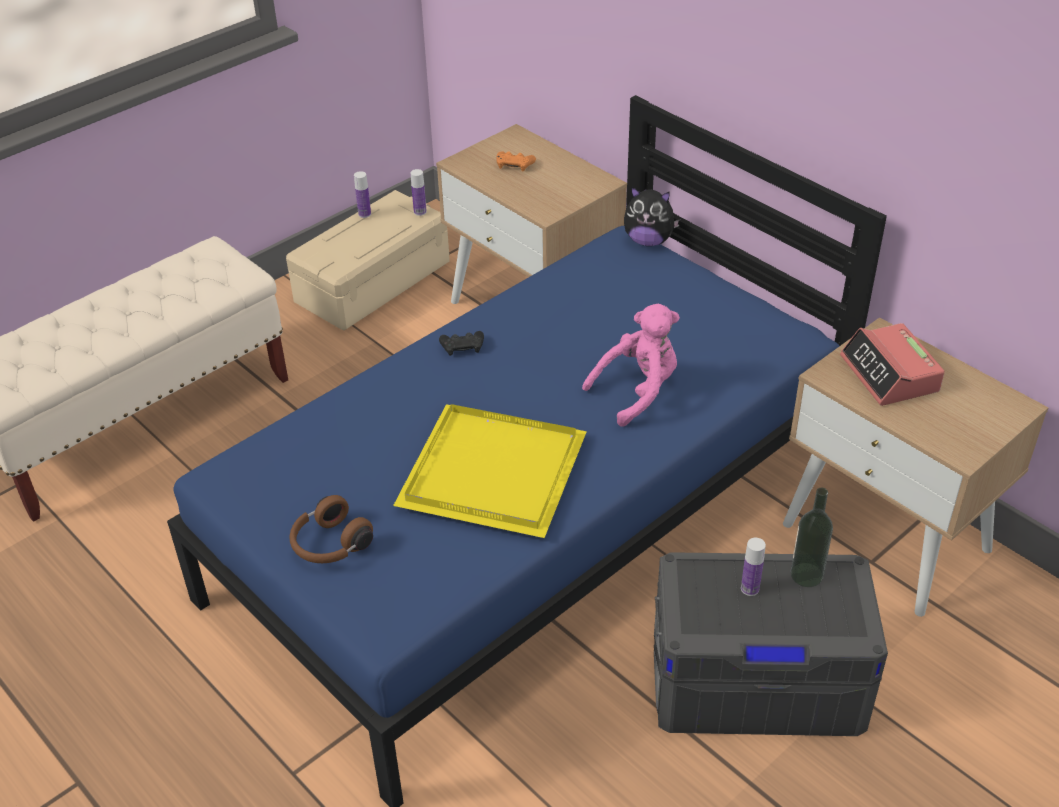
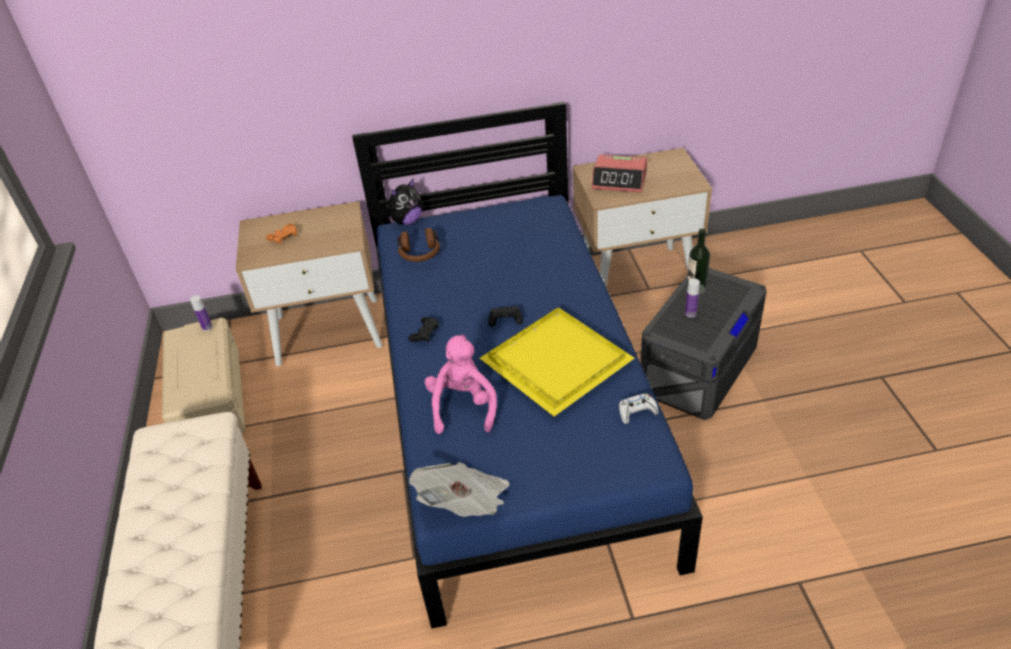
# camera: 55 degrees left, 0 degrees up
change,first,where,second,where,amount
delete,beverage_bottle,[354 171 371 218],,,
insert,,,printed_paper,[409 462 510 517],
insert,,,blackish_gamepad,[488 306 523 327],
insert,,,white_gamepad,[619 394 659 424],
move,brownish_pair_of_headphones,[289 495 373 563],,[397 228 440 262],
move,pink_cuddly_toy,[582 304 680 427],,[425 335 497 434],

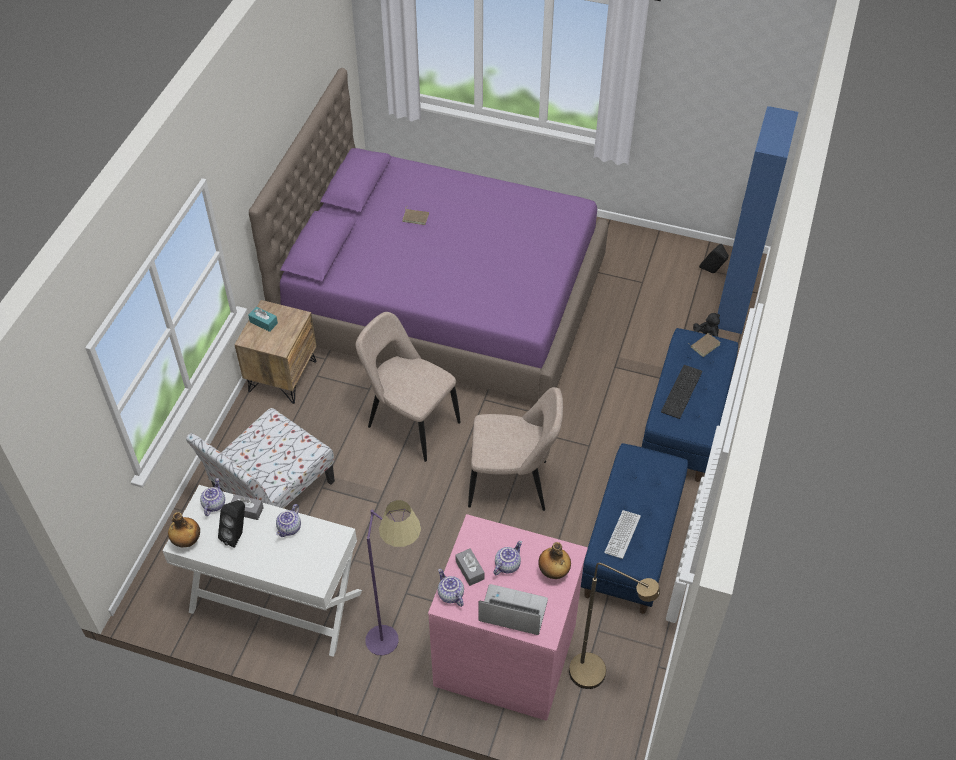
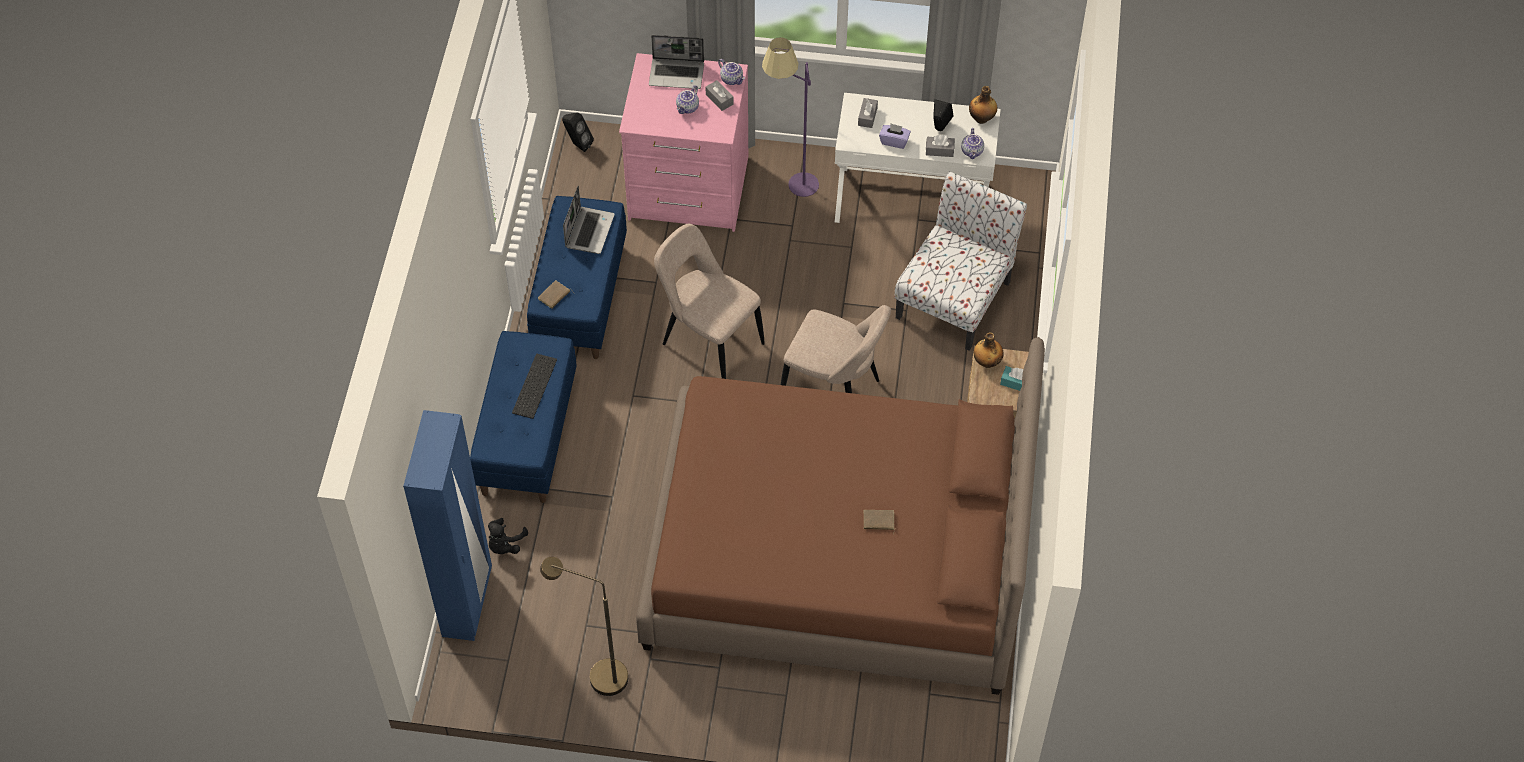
# camera: 170 degrees right, 5 degrees up
change,first,where,second,where,amount
insert,,,grey_box_of_tissues,[858 98 878 128],
move,beverage_bottle,[538 542 571 579],,[973 332 1004 368],
move,brownish_standard_lamp,[569 563 660 689],,[540 557 628 696],
move,brownish_bound_book,[687 333 720 357],,[538 280 575 309],
move,blackish_audio_speaker,[699 244 729 273],,[562 112 594 152],
replace,teapot,[276 504 301 537],purple_box_of_tissues,[879 123 911 149],
replace,keyboard,[604 510 641 559],laptop,[563 186 615 254],
recolor,purple_bedroom_bed,[249 68 608 401],brownish_bedroom_bed,[636 337 1045 695],
rotate,beige-coloured_chair,[468 387 563 511],,[654 224 765 379],45 degrees clockwise

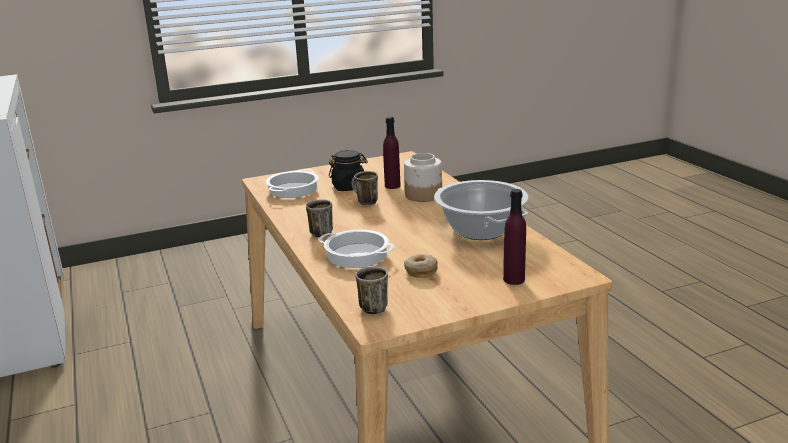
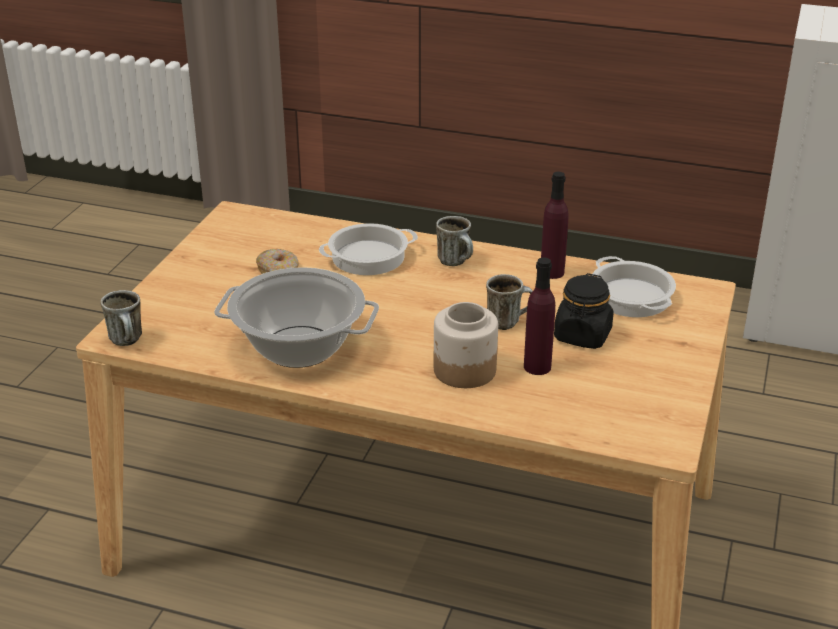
# camera: 130 degrees right, 10 degrees up
change,first,where,second,where,amount
move,coffee_mug,[356 266 388 314],,[101 290 142 346],
move,purple_beverage_bottle,[503 189 526 285],,[541 172 569 279],

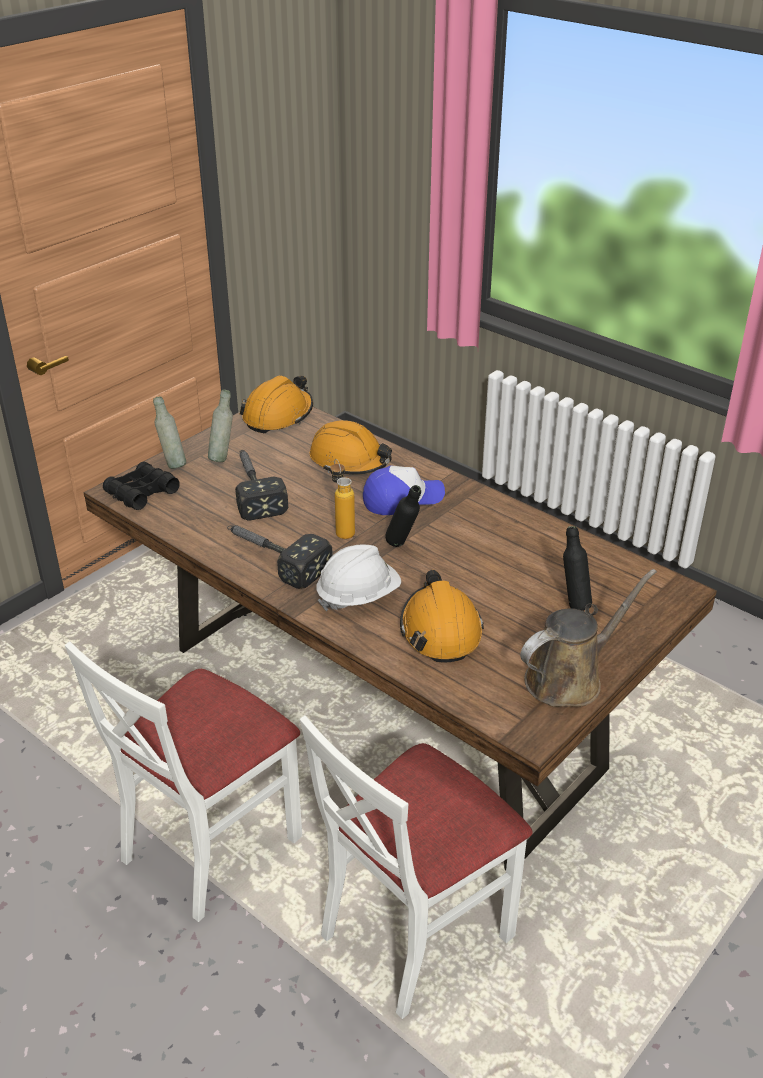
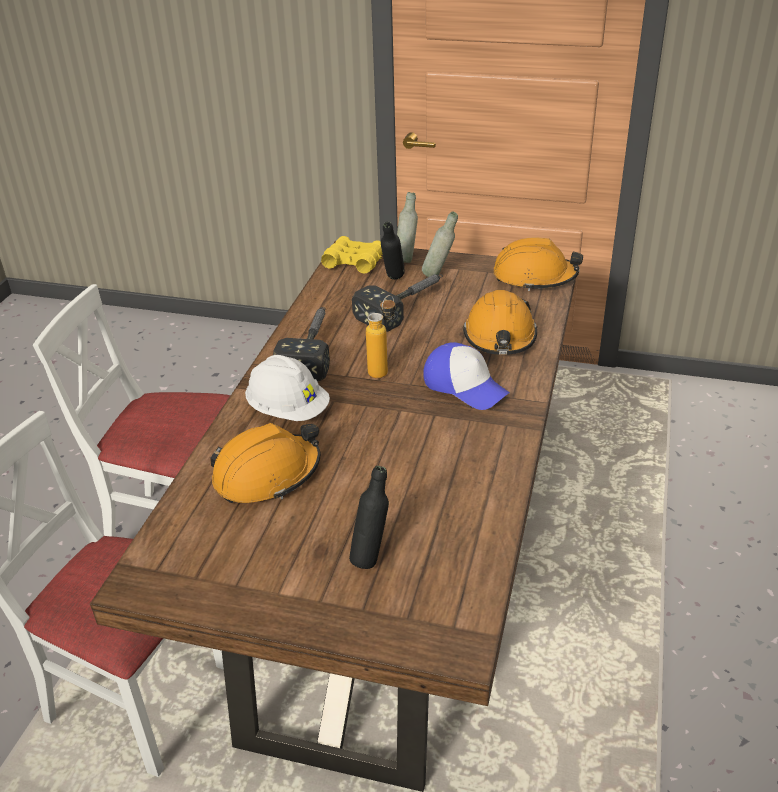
# camera: 65 degrees right, 0 degrees up
change,first,where,second,where,amount
delete,brownish_sprinkling_can,[520 569 657 707],,,
move,blackish_beverage_bottle,[385 485 421 547],,[381 222 405 279],
recolor,blackish_field_glasses,[103 462 180 510],yellowish_field_glasses,[321 236 383 274],

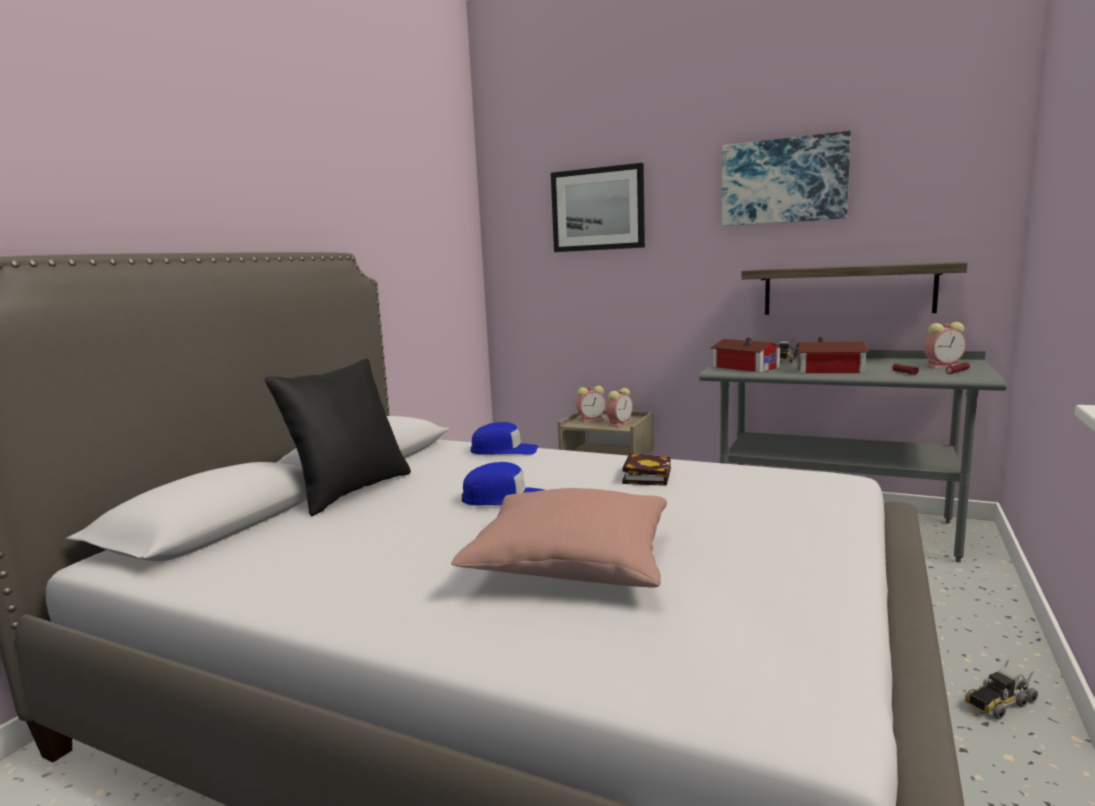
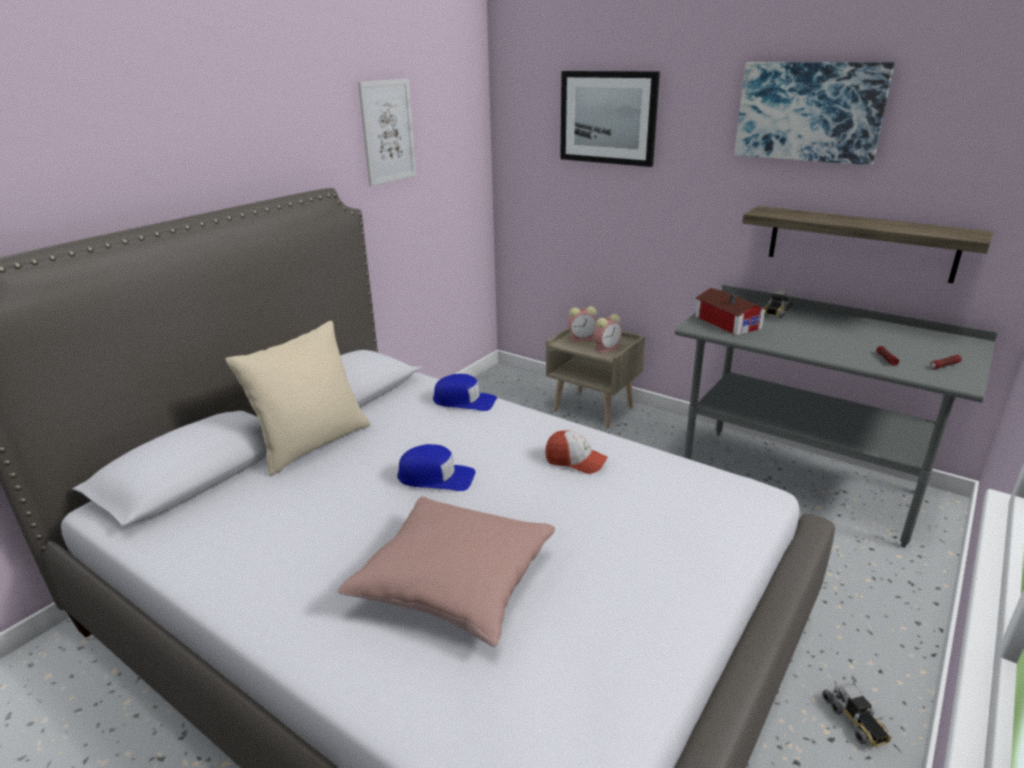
# camera: 10 degrees right, 15 degrees up
change,first,where,second,where,amount
delete,toy_house,[796 337 868 373],,,
delete,alarm_clock,[924 322 966 368],,,
insert,,,picture,[358 78 416 186],
replace,bound_book,[622 453 671 486],peaked_cap,[545 430 608 474],
recolor,blackish_throw_pillow,[264 359 411 516],beige-coloured_throw_pillow,[226 321 370 476],
rotate,model_truck,[965 660 1038 719],,[822 675 892 747],90 degrees counterclockwise

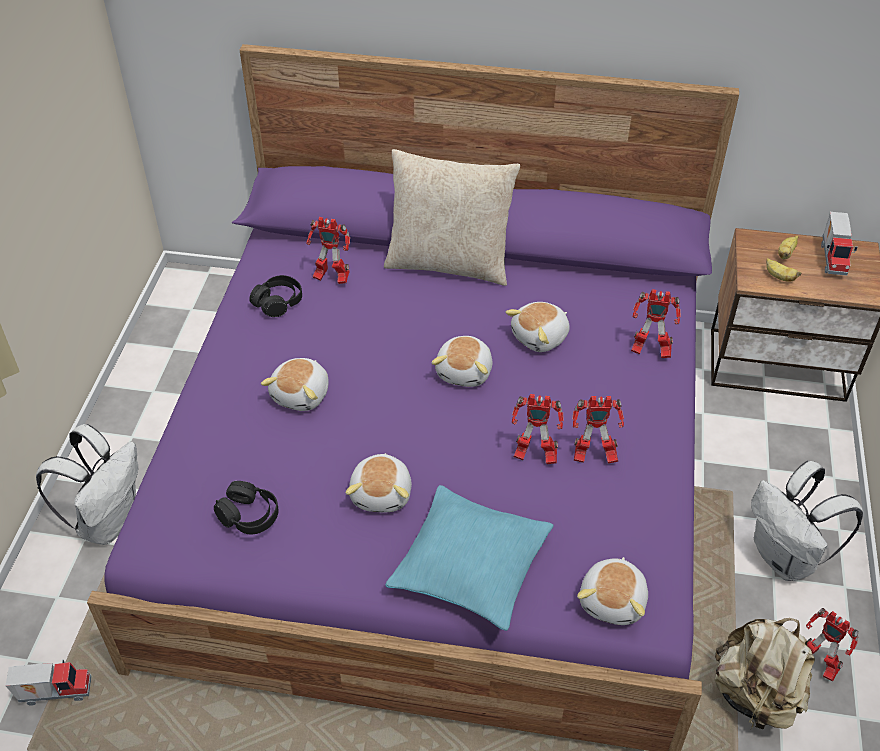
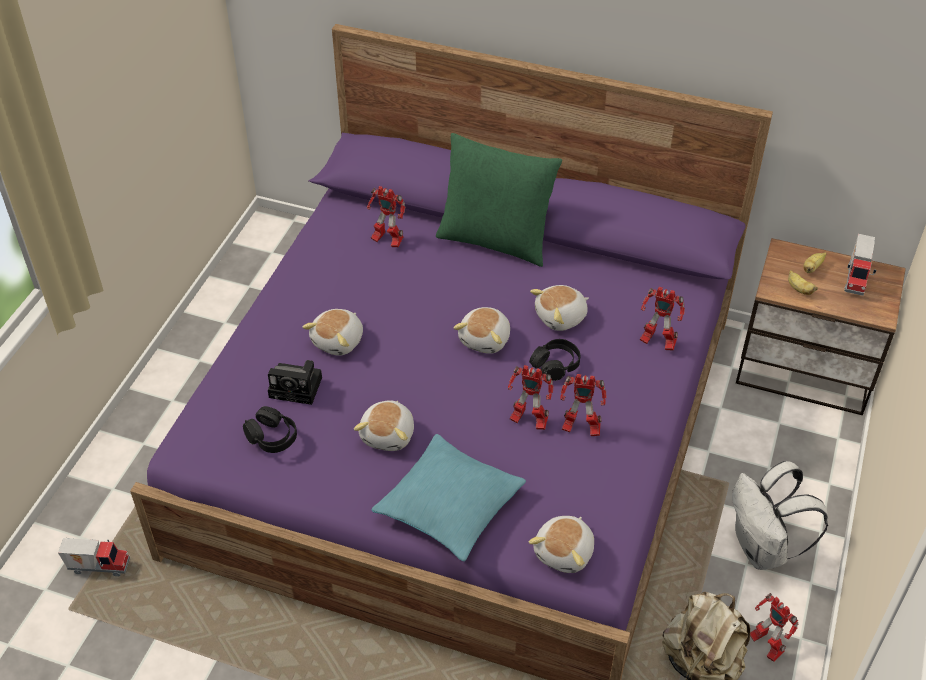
# camera: 10 degrees right, 0 degrees up
change,first,where,second,where,amount
delete,white_rucksack,[36 424 138 545],,,
insert,,,still_camera,[268 360 322 405],
move,blackish_pair_of_headphones,[249 275 302 317],,[529 339 580 381],
recolor,beige-coloured_throw_pillow,[384 149 520 286],greenish_throw_pillow,[436 133 562 267],

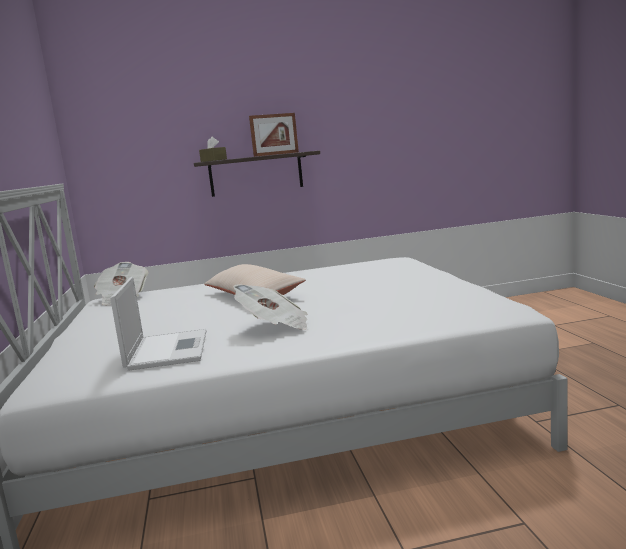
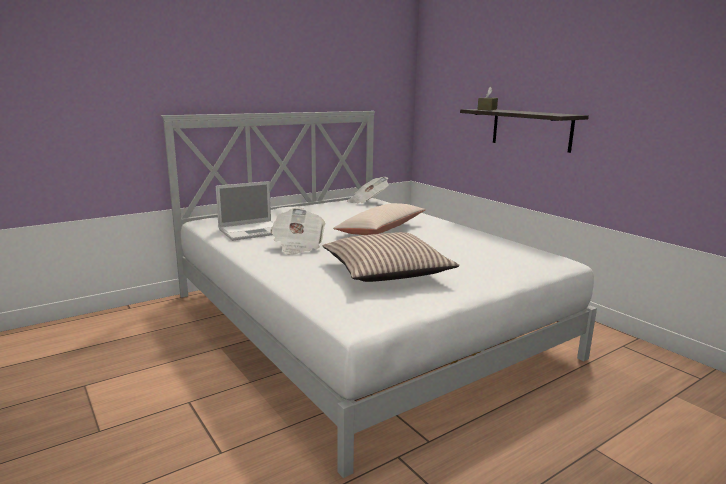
# camera: 65 degrees right, 5 degrees up
change,first,where,second,where,amount
delete,photo_frame,[249 113 299 157],,,
insert,,,throw_pillow,[323 232 459 282],

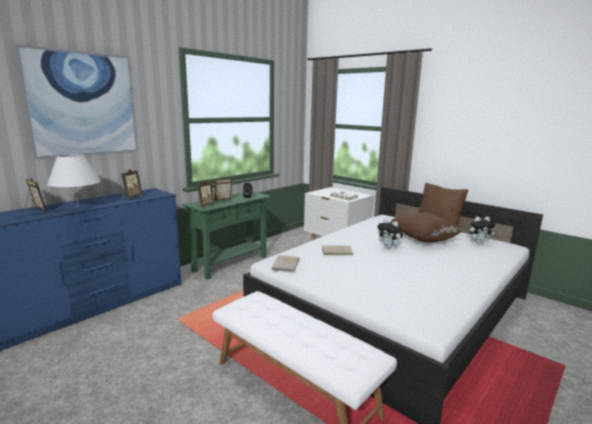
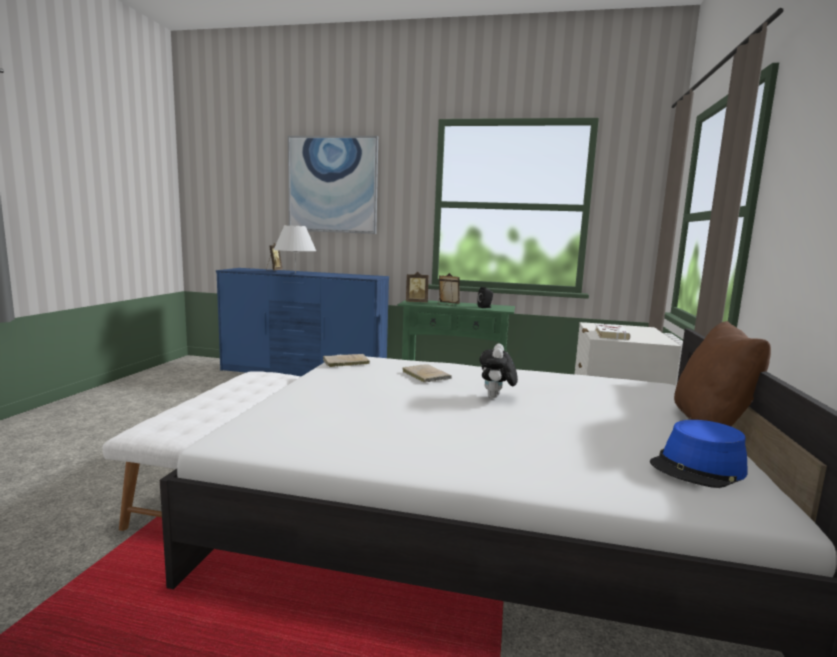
# camera: 60 degrees right, 5 degrees down
change,first,where,second,where,amount
delete,photo_frame,[121 169 143 199],,,
delete,brownish_throw_pillow,[391 213 462 242],,,
replace,cuddly_toy,[470 216 495 243],blue-coloured_wearable_hat,[650 420 748 488],

